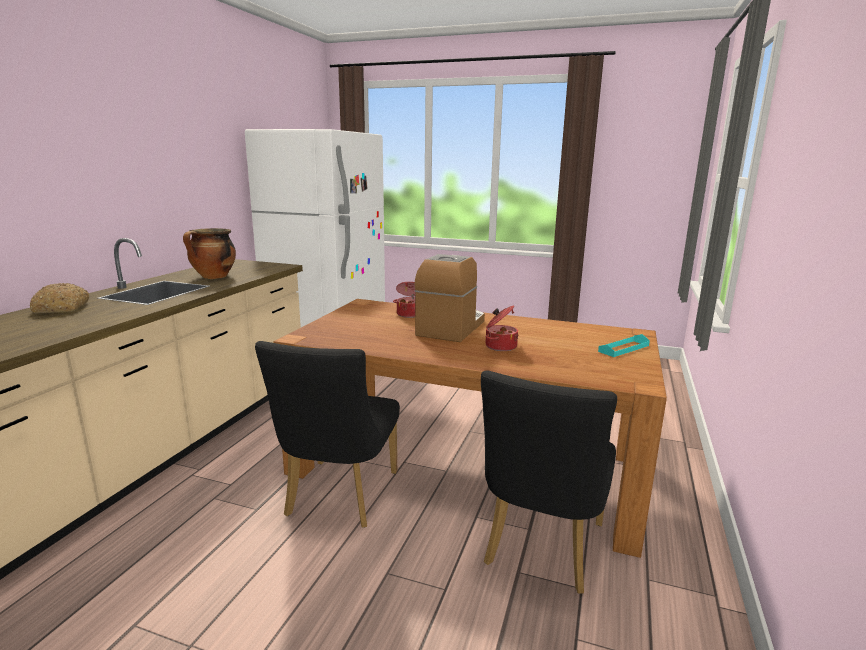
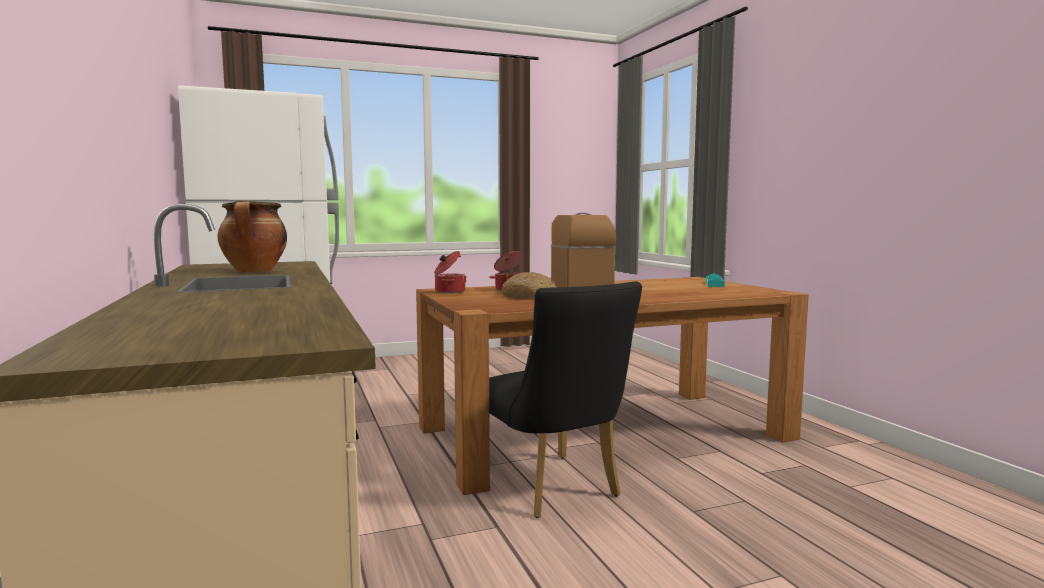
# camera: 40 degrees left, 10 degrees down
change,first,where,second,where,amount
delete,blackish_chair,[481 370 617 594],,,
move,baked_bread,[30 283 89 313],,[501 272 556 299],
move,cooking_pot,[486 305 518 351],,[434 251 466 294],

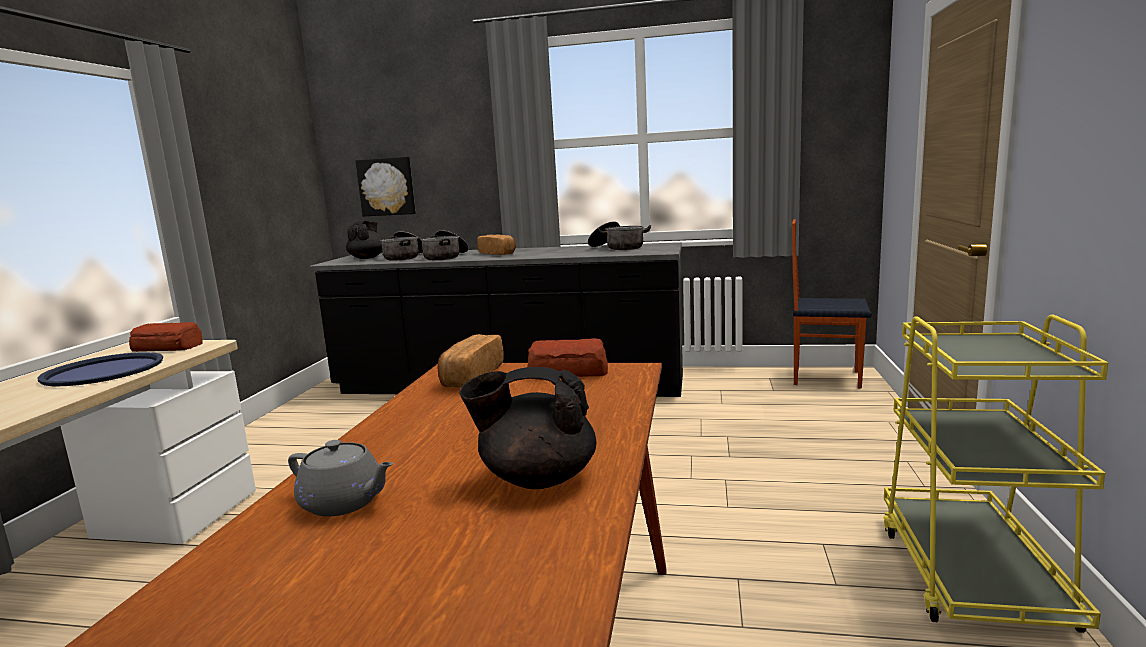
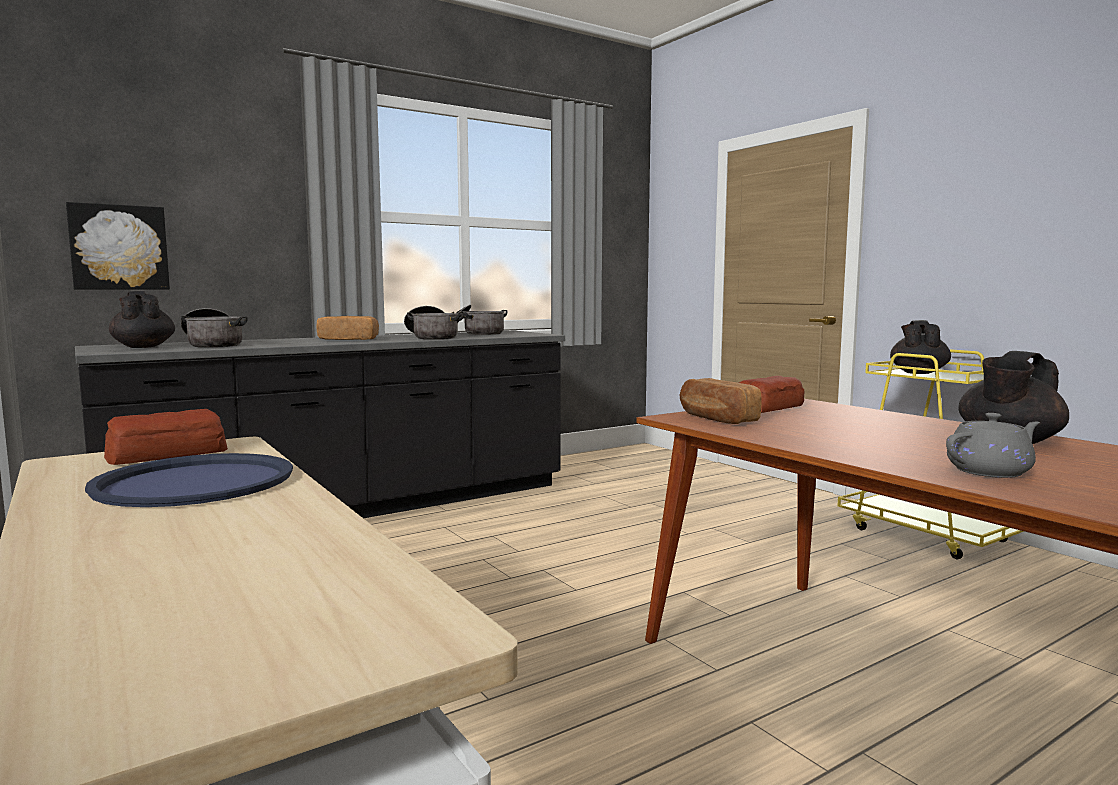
# camera: 45 degrees left, 5 degrees down
change,first,where,second,where,amount
delete,chair,[792 219 871 389],,,
insert,,,blackish_teapot,[890 320 951 374],
move,cooking_pot,[420 230 469 260],,[404 306 464 339],

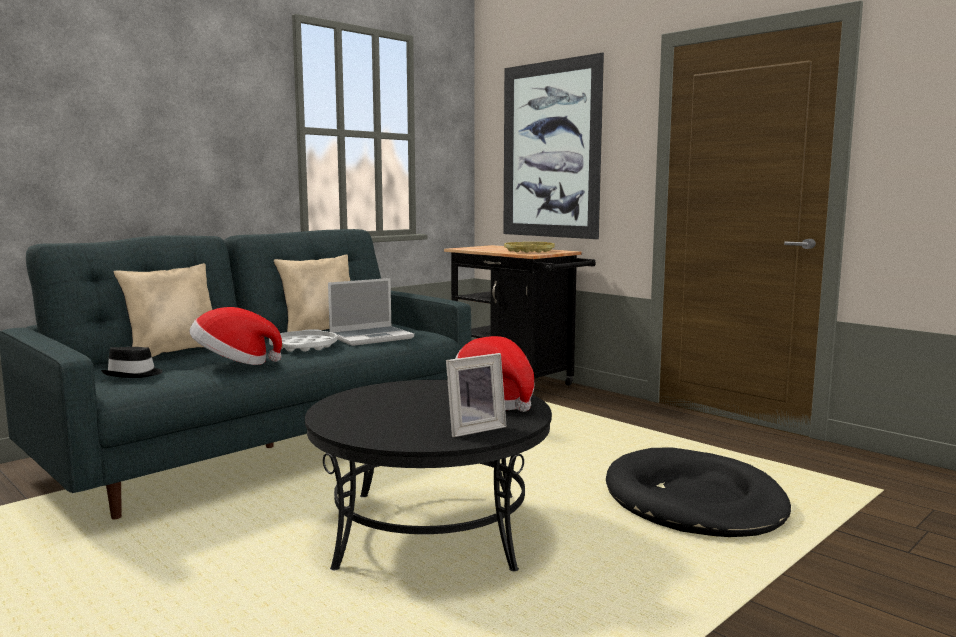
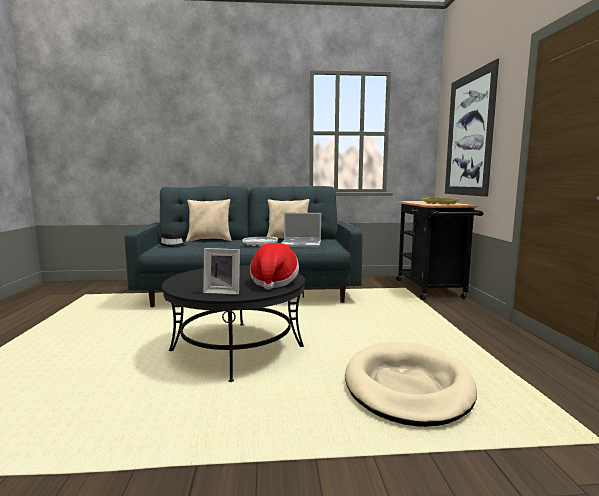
# camera: 40 degrees right, 0 degrees up
change,first,where,second,where,amount
delete,wearable_hat,[190 307 282 365],,,
recolor,blackish_pet_bed,[606 448 791 537],beige-coloured_pet_bed,[345 342 477 427],

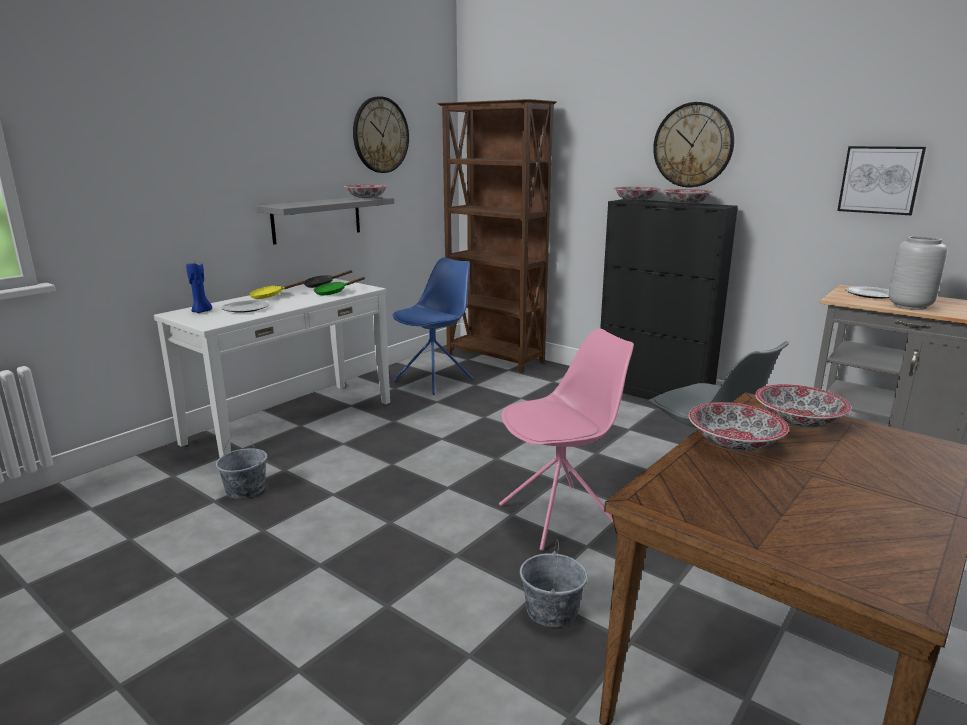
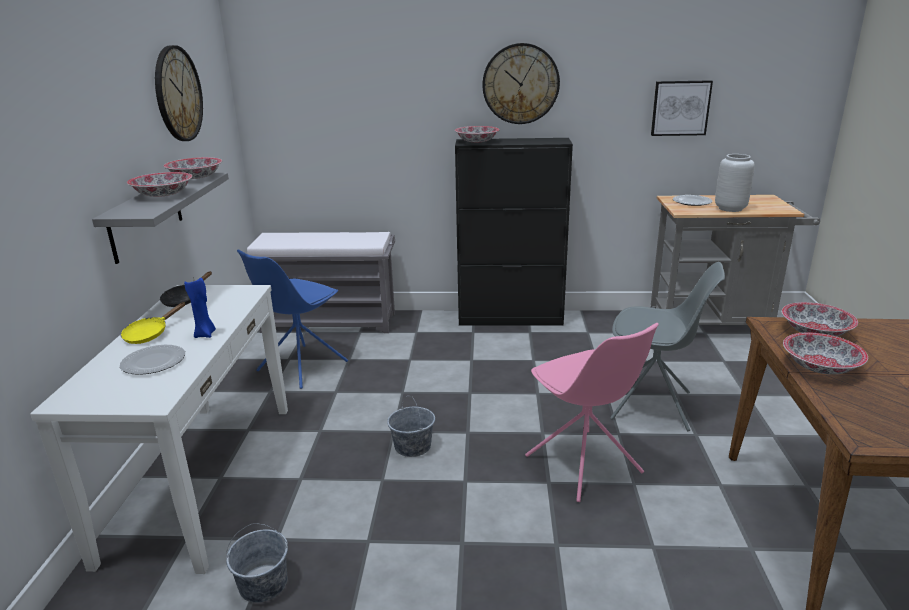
# camera: 35 degrees left, 5 degrees up
change,first,where,second,where,amount
delete,greenish_frying_pan,[314 277 365 295],,,
move,blue-coloured_candle,[186 263 212 313],,[184 277 216 338],
move,grey_bucket,[520 539 588 627],,[387 396 435 457],
move,serving_bowl,[663 189 713 205],,[127 172 192 197],
replace,brownish_shelving_unit,[437 99 557 373],grey_indoor_bench,[246 232 395 333],
rotate,blue-coloured_chair,[392 257 473 395],,[237 249 348 389],150 degrees counterclockwise
rotate,pink_chair,[499 329 634 551],,[525 323 659 502],120 degrees clockwise

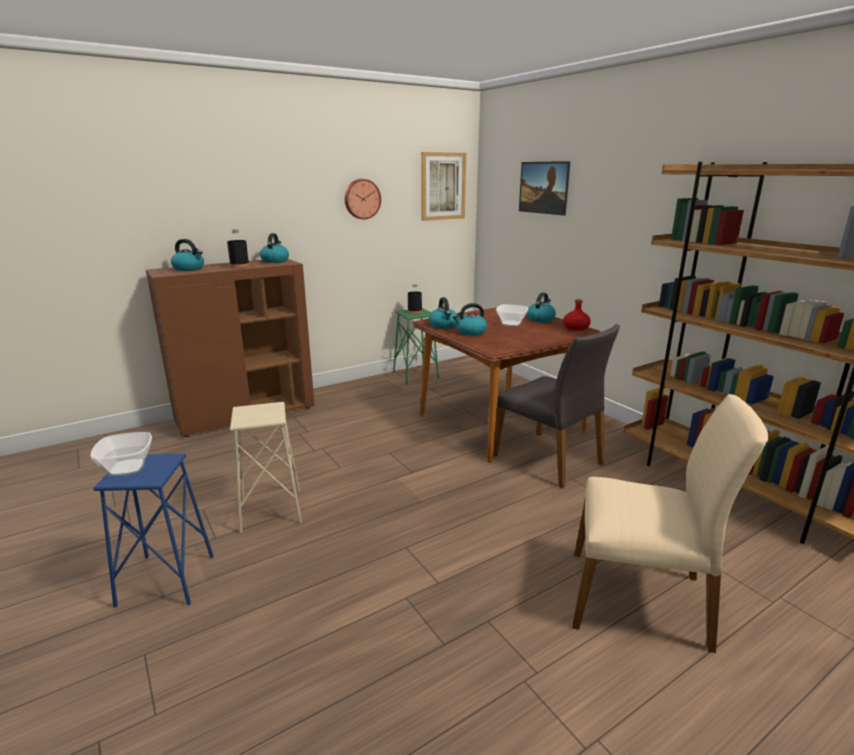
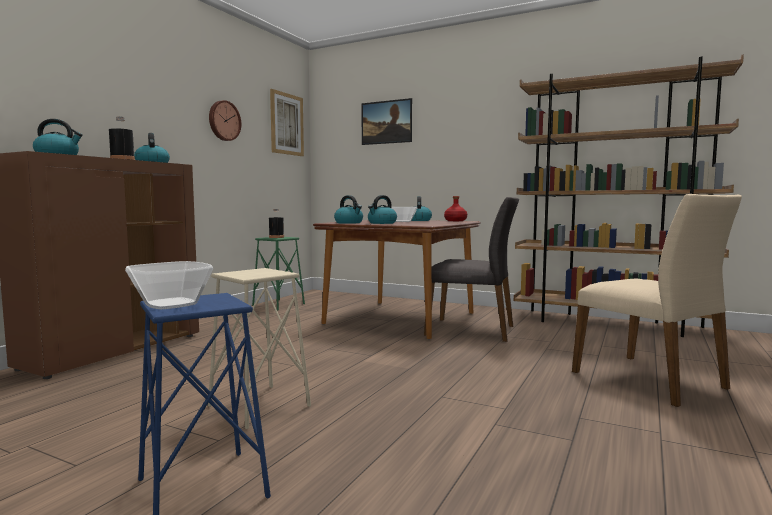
# camera: 30 degrees left, 15 degrees down
change,first,where,second,where,amount
rotate,beige-coloured_chair,[572 394 769 653],,[572 194 742 407],75 degrees clockwise

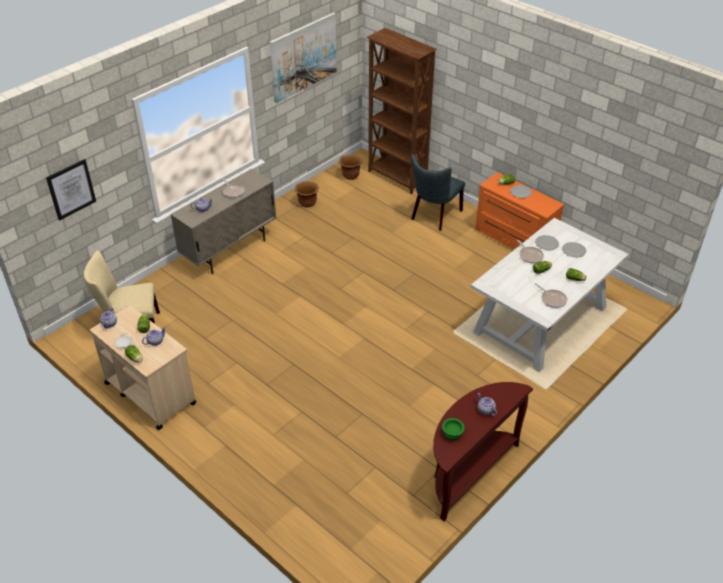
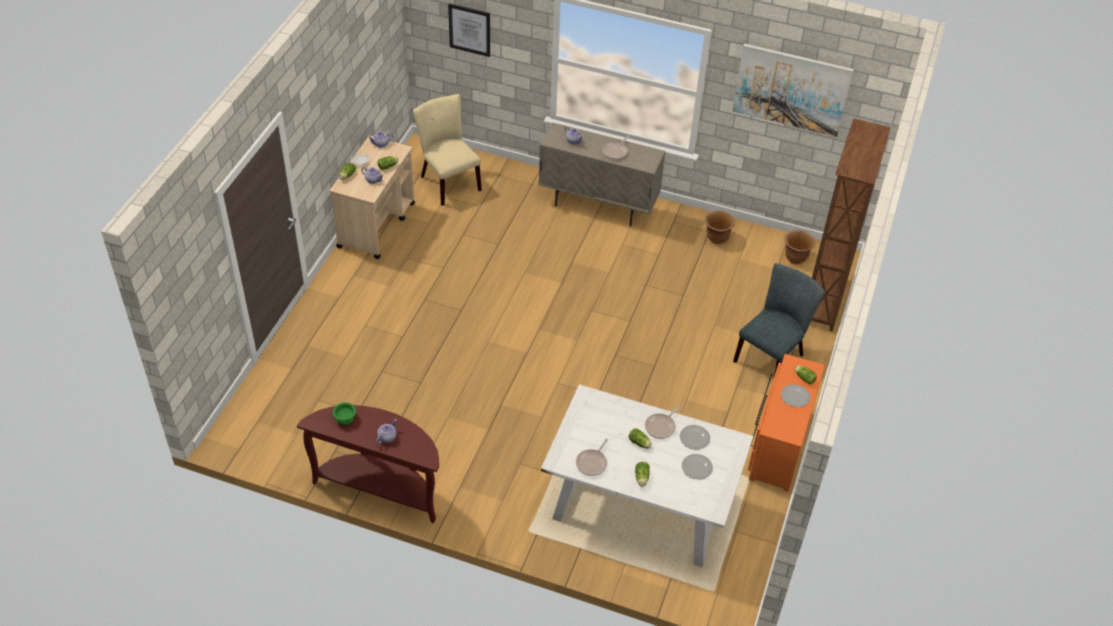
# camera: 65 degrees right, 5 degrees up
change,first,where,second,where,amount
rotate,grey_chair,[411 154 465 231],,[733 263 825 375],120 degrees clockwise

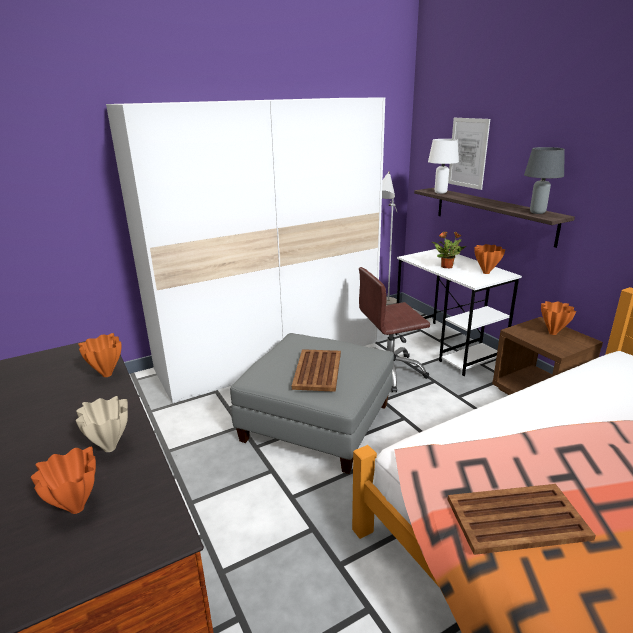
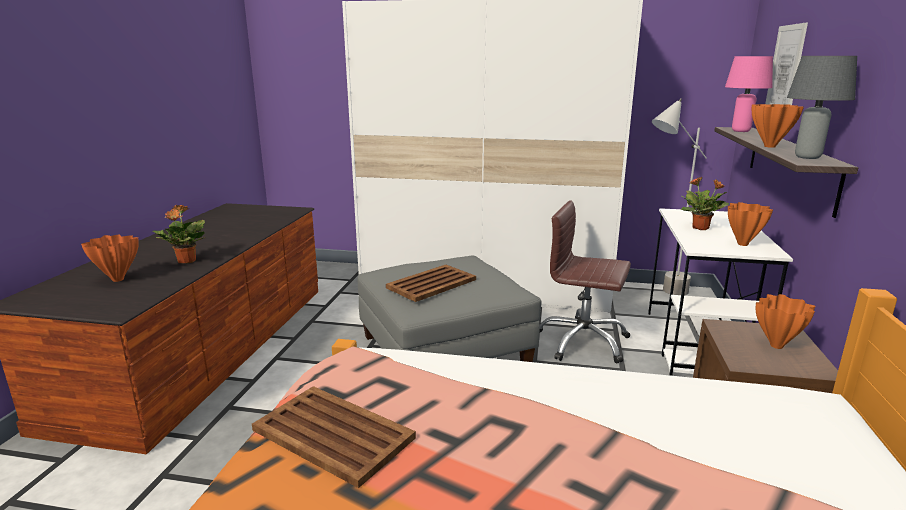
# camera: 40 degrees right, 5 degrees down
change,first,where,second,where,amount
move,orange-coloured_vase,[78 333 121 377],,[752 104 804 148],
replace,beige-coloured_vase,[76 396 128 452],houseplant,[153 205 206 263],
recolor,white_lamp_for_a_table,[428 139 459 194],pink_lamp_for_a_table,[725 56 773 132],

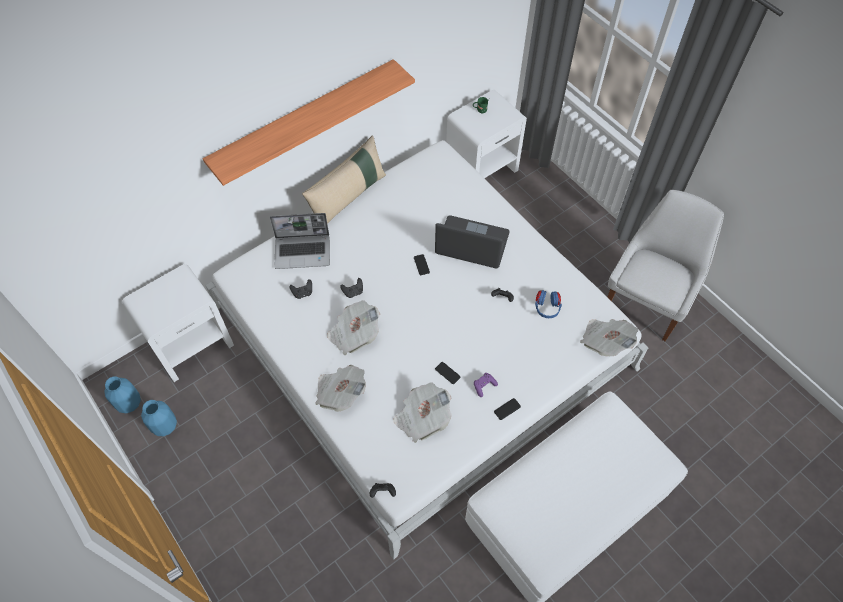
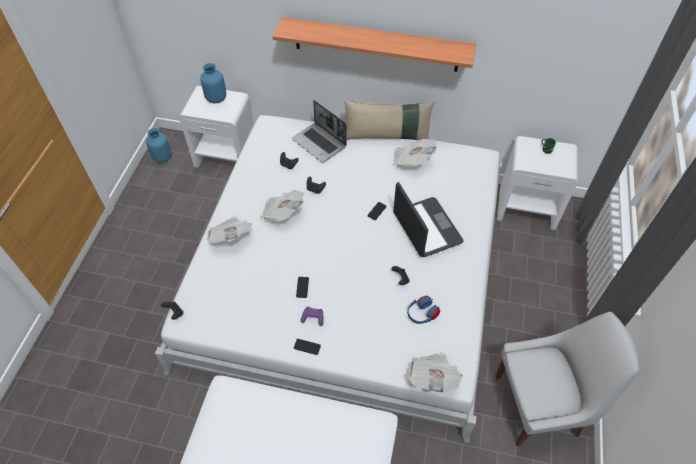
# camera: 50 degrees right, 5 degrees down
change,first,where,second,where,amount
move,blue-coloured_vase,[141 400 177 436],,[200 63 226 103],
move,printed_paper,[393 382 452 443],,[393 139 437 166],

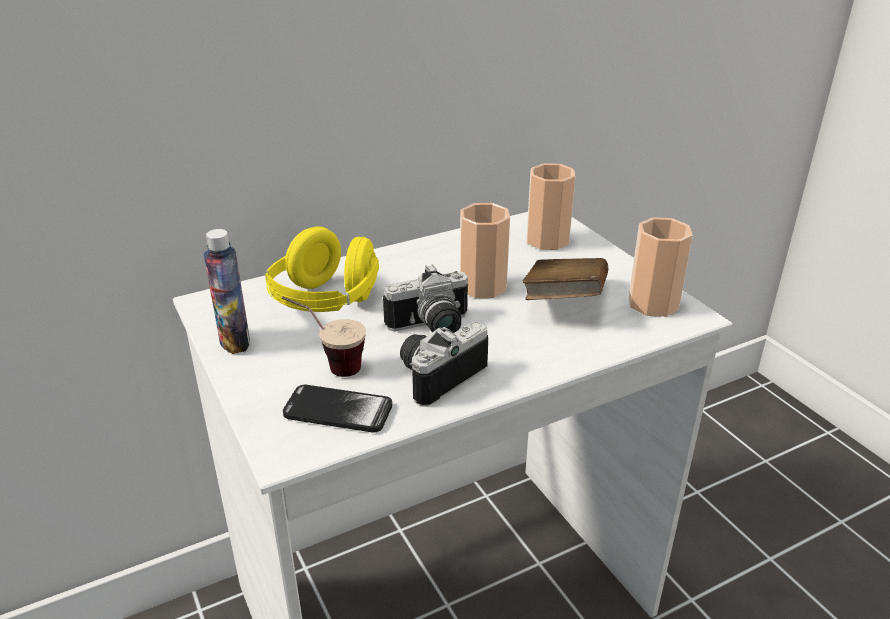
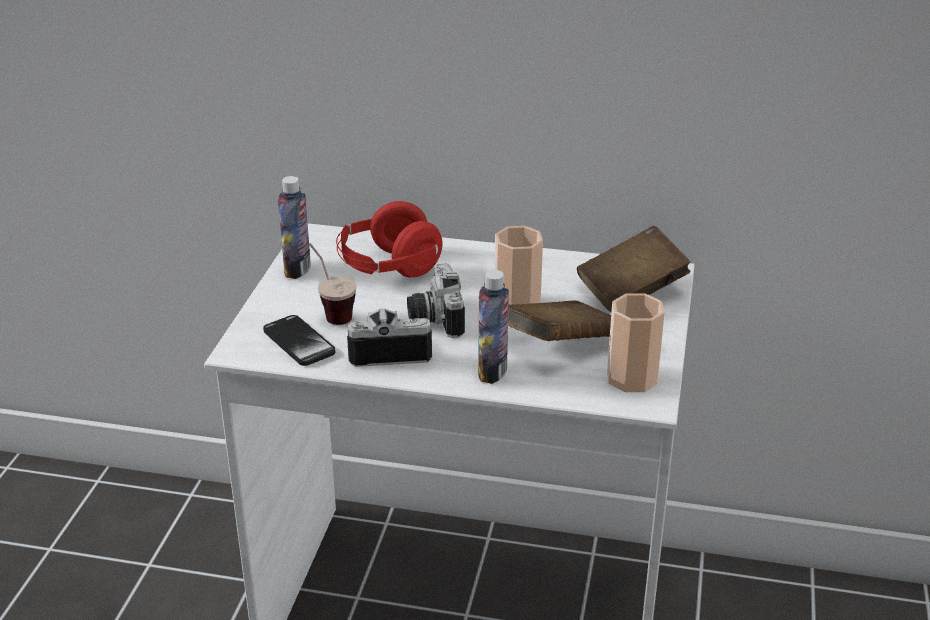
# camera: 40 degrees right, 0 degrees up
change,first,where,second,where,amount
insert,,,beverage_bottle,[478 270 509 384],
replace,small_cup,[527 163 576 250],brownish_bound_book,[577 226 691 312],
recolor,yellowish_pair_of_headphones,[265 226 379 312],reddish_pair_of_headphones,[336 201 443 278],
rotate,still_camera,[383 264 469 333],,[407 264 465 338],60 degrees clockwise

